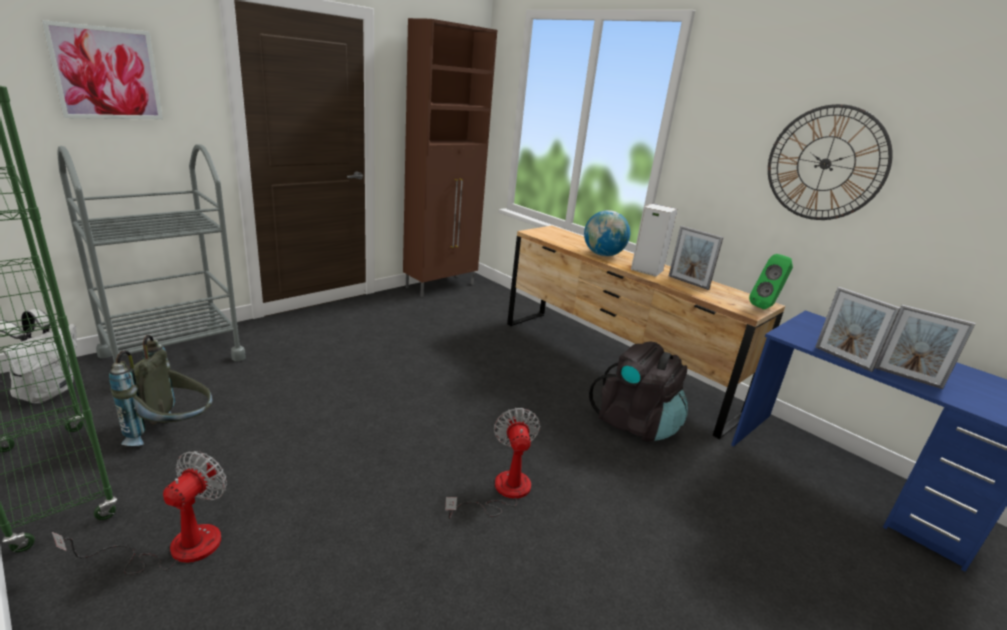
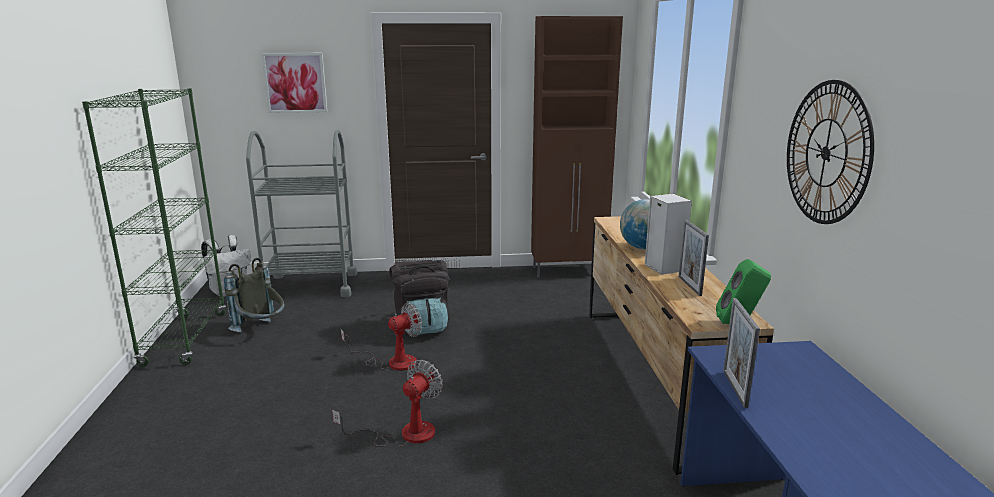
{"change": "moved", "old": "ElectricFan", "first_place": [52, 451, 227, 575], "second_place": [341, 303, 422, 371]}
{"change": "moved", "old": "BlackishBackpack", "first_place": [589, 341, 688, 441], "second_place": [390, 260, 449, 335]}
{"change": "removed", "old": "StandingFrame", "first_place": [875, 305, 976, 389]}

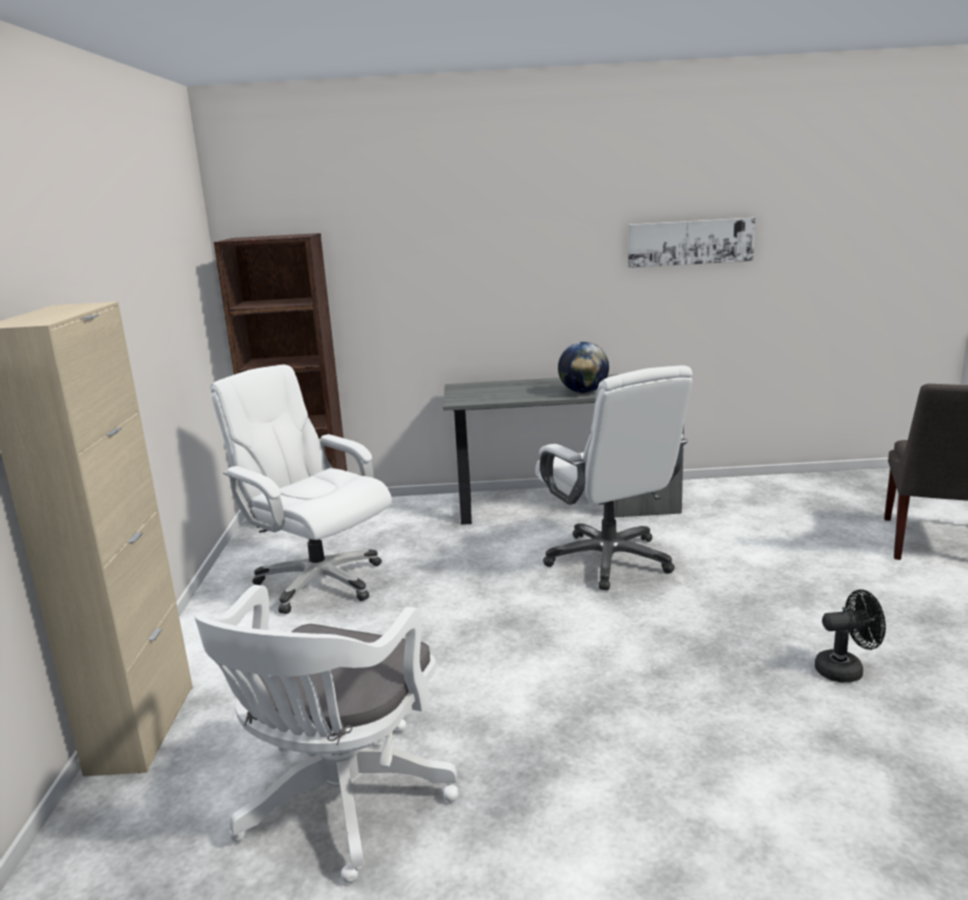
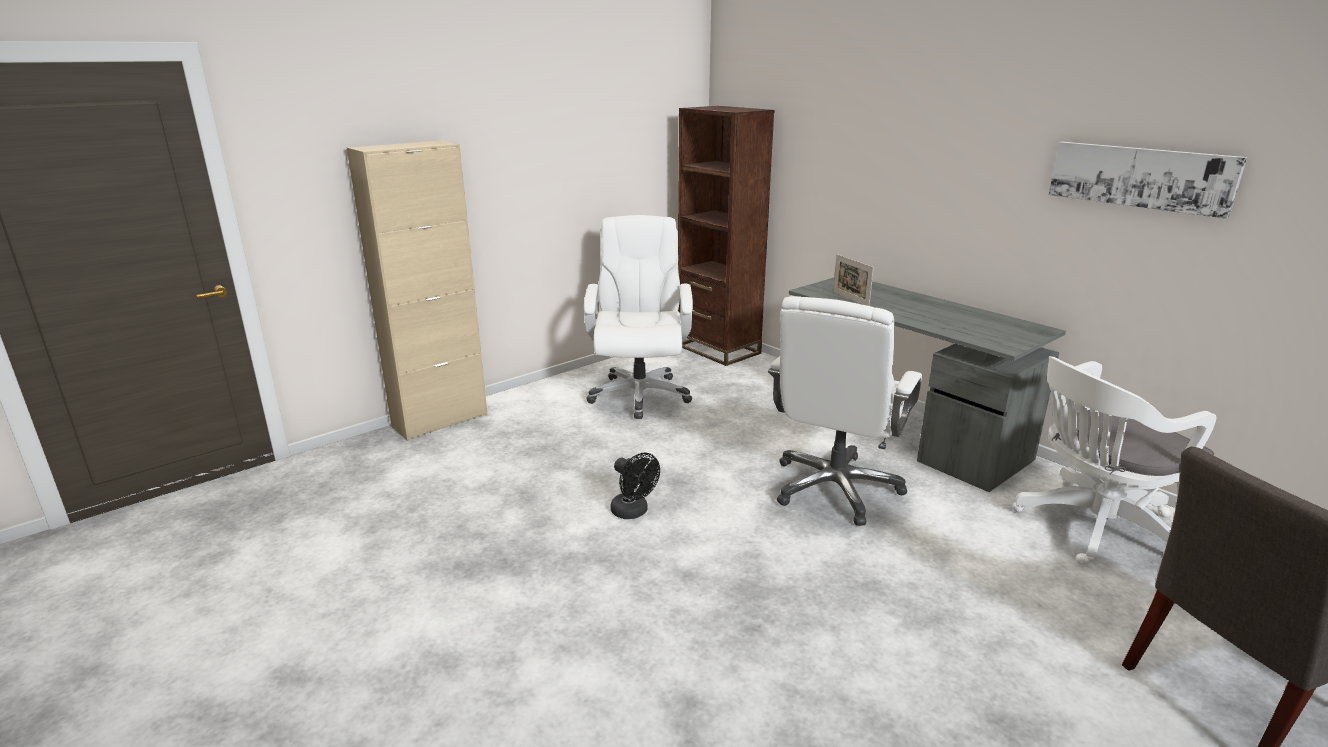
{"change": "moved", "old": "BlackishElectricFan", "first_place": [815, 590, 886, 682], "second_place": [611, 453, 660, 519]}
{"change": "added", "new": "StandingFrame", "second_place": [833, 254, 874, 306]}
{"change": "moved", "old": "WhiteColouredComputerChair", "first_place": [194, 585, 458, 883], "second_place": [1012, 356, 1216, 565]}
{"change": "removed", "old": "WorldGlobe", "first_place": [558, 342, 609, 393]}

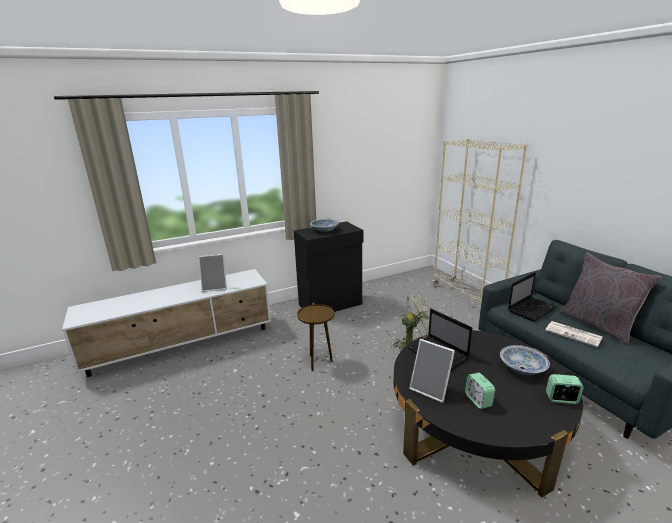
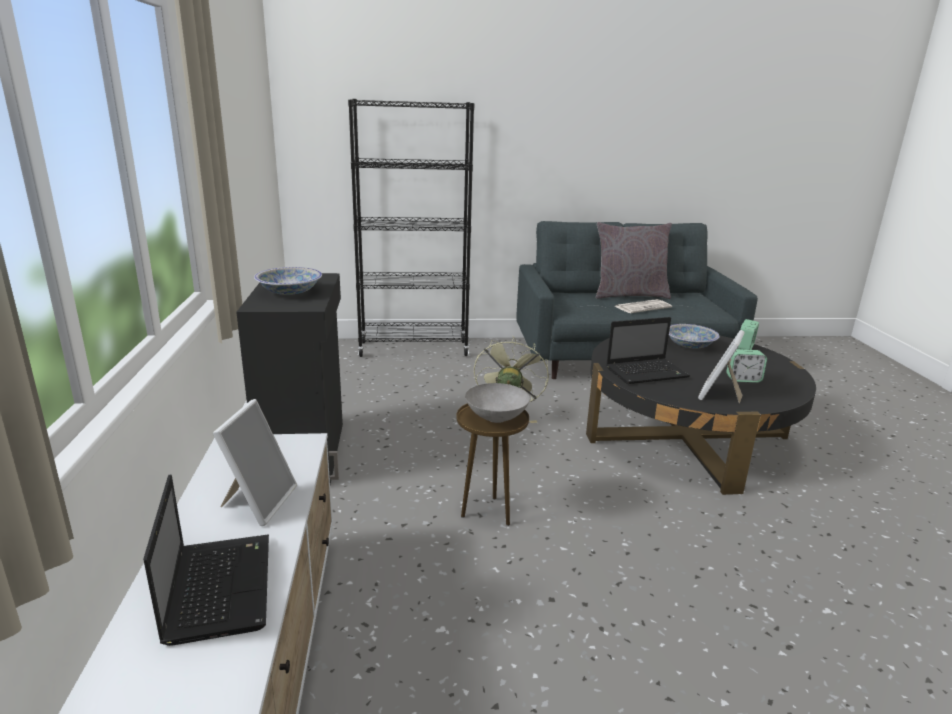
{"change": "moved", "old": "Laptop", "first_place": [508, 272, 558, 322], "second_place": [143, 475, 269, 646]}
{"change": "recoloured", "old": "BeigeColouredShelvingUnit", "new": "BlackishShelvingUnit", "first_place": [433, 139, 528, 311], "second_place": [348, 99, 474, 357]}
{"change": "added", "new": "GreyBowl", "second_place": [465, 383, 530, 423]}
{"change": "turned", "old": "StandingFrame", "first_place": [409, 339, 455, 403], "second_place": [698, 330, 745, 403], "degrees": 150}

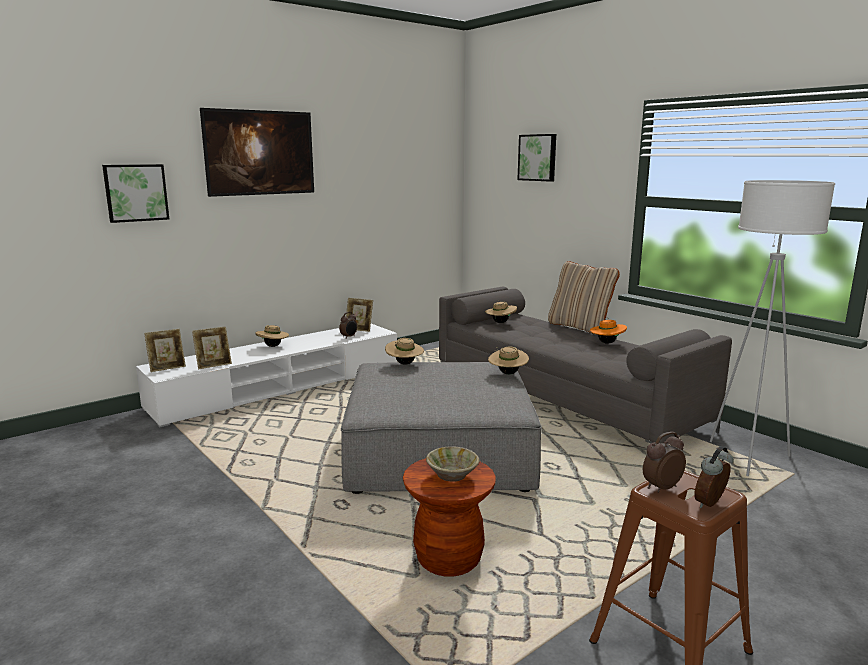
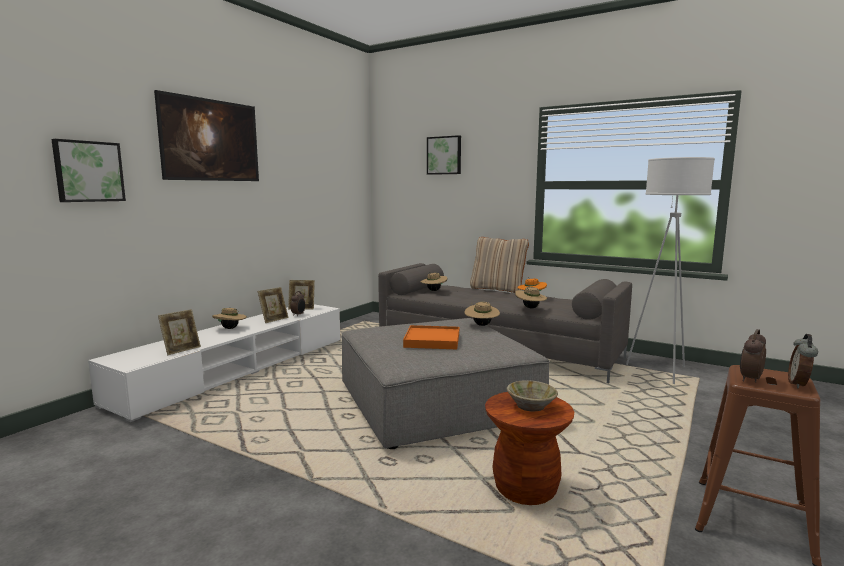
{"change": "moved", "old": "StandingFrame", "first_place": [144, 329, 186, 372], "second_place": [257, 287, 289, 323]}
{"change": "added", "new": "OrangeColouredCarryingTray", "second_place": [403, 325, 459, 349]}
{"change": "moved", "old": "BeigeColouredHat", "first_place": [385, 338, 424, 365], "second_place": [515, 287, 547, 308]}

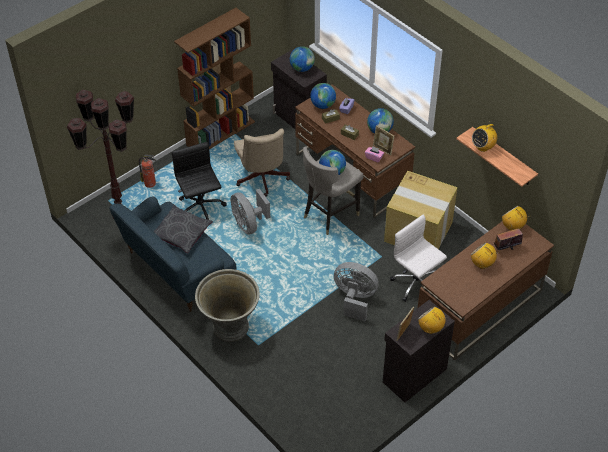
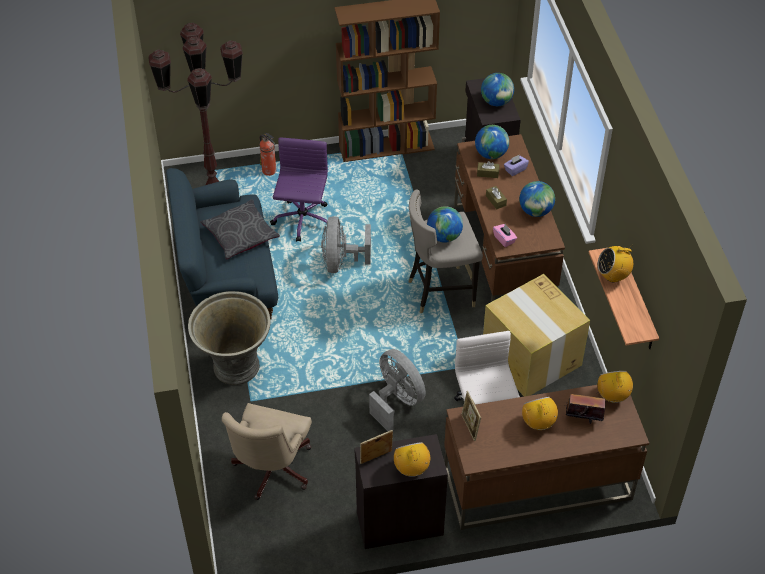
{"change": "moved", "old": "BeigeColouredComputerChair", "first_place": [234, 128, 290, 197], "second_place": [222, 403, 312, 500]}
{"change": "recoloured", "old": "BlackishComputerChair", "new": "PurpleColouredComputerChair", "first_place": [172, 142, 227, 220], "second_place": [270, 138, 328, 242]}
{"change": "moved", "old": "StandingFrame", "first_place": [373, 125, 394, 156], "second_place": [461, 391, 481, 441]}

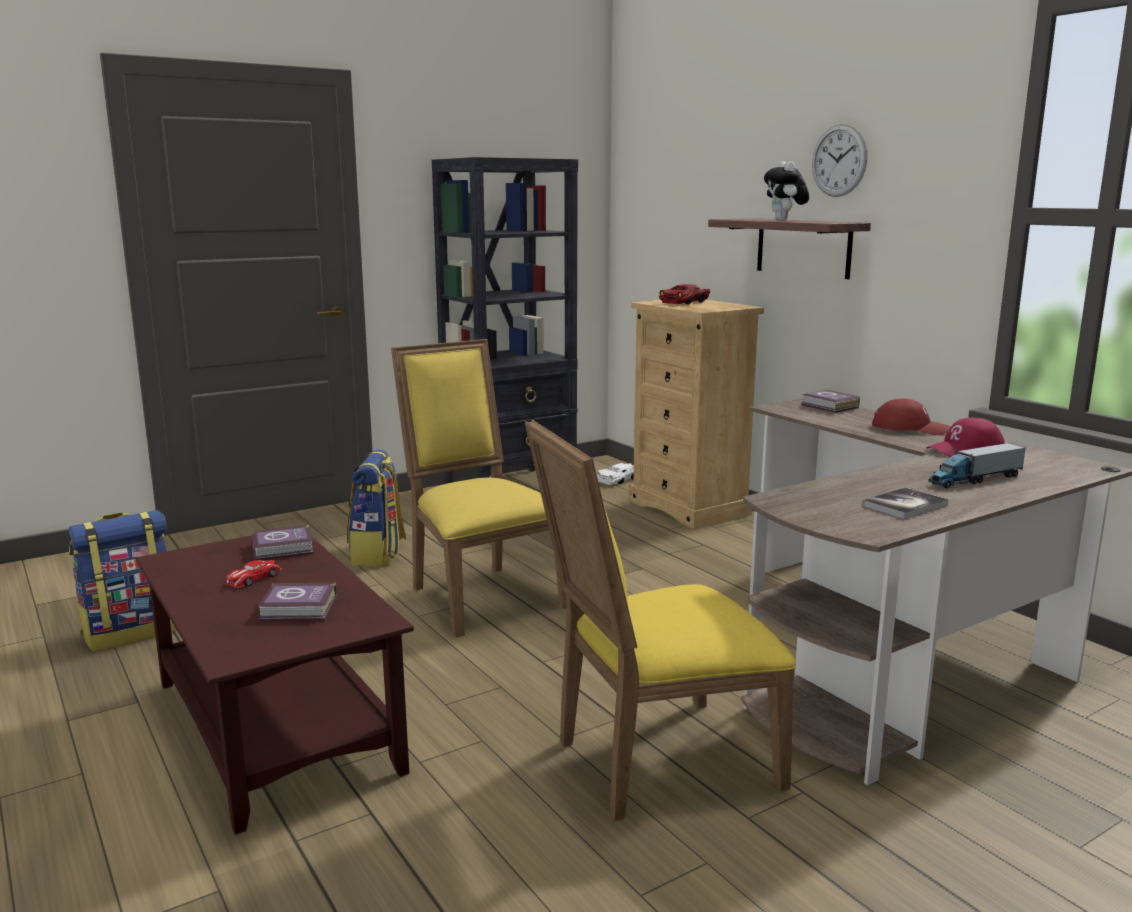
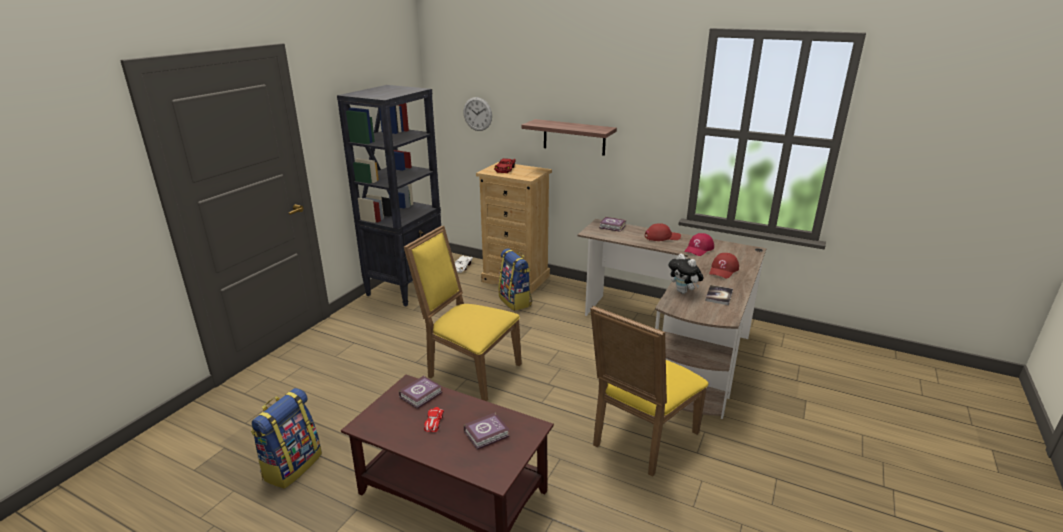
{"change": "moved", "old": "ClockOnTheWall", "first_place": [812, 124, 867, 197], "second_place": [463, 97, 492, 131]}
{"change": "moved", "old": "Backpack", "first_place": [347, 450, 406, 566], "second_place": [499, 248, 532, 311]}
{"change": "moved", "old": "CuddlyToy", "first_place": [764, 161, 809, 221], "second_place": [669, 254, 704, 294]}
{"change": "replaced", "old": "ToyTruck", "new": "RedBaseballCap", "first_place": [928, 443, 1026, 488], "second_place": [709, 253, 739, 279]}

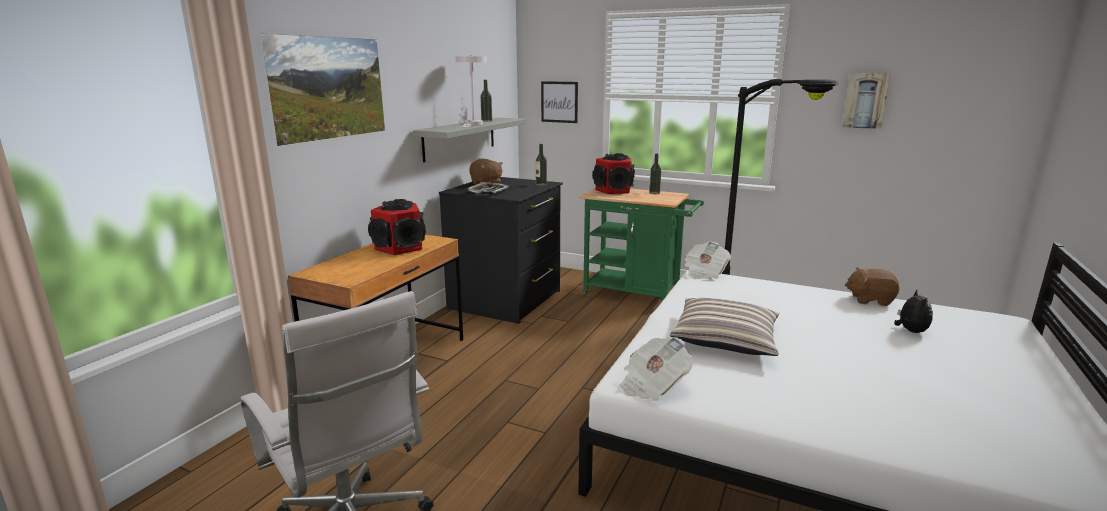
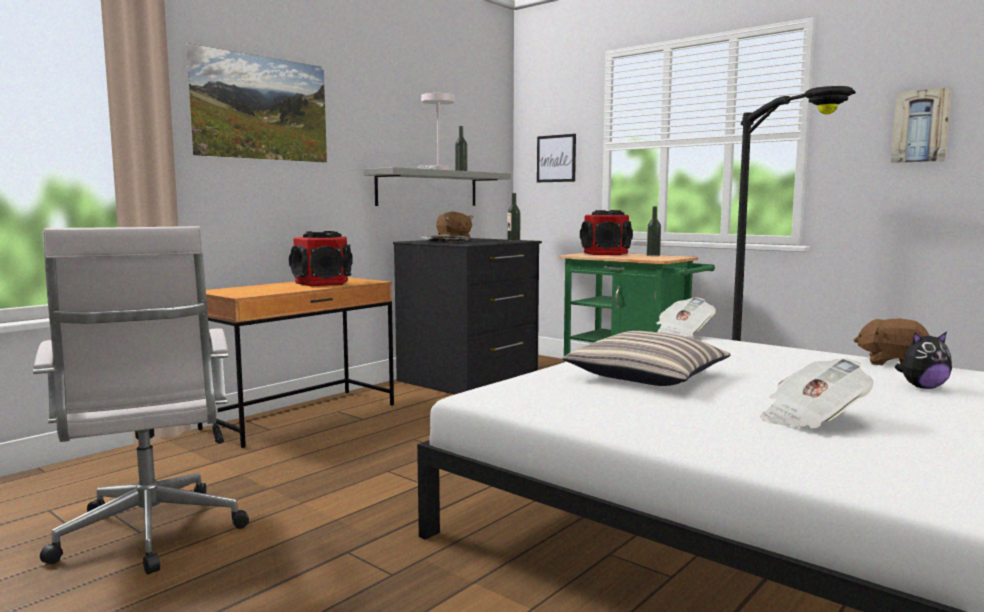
{"change": "moved", "old": "Newspaper", "first_place": [618, 337, 693, 401], "second_place": [760, 359, 874, 428]}
{"change": "turned", "old": "CuddlyToy", "first_place": [894, 290, 933, 333], "second_place": [895, 332, 952, 389], "degrees": 60}

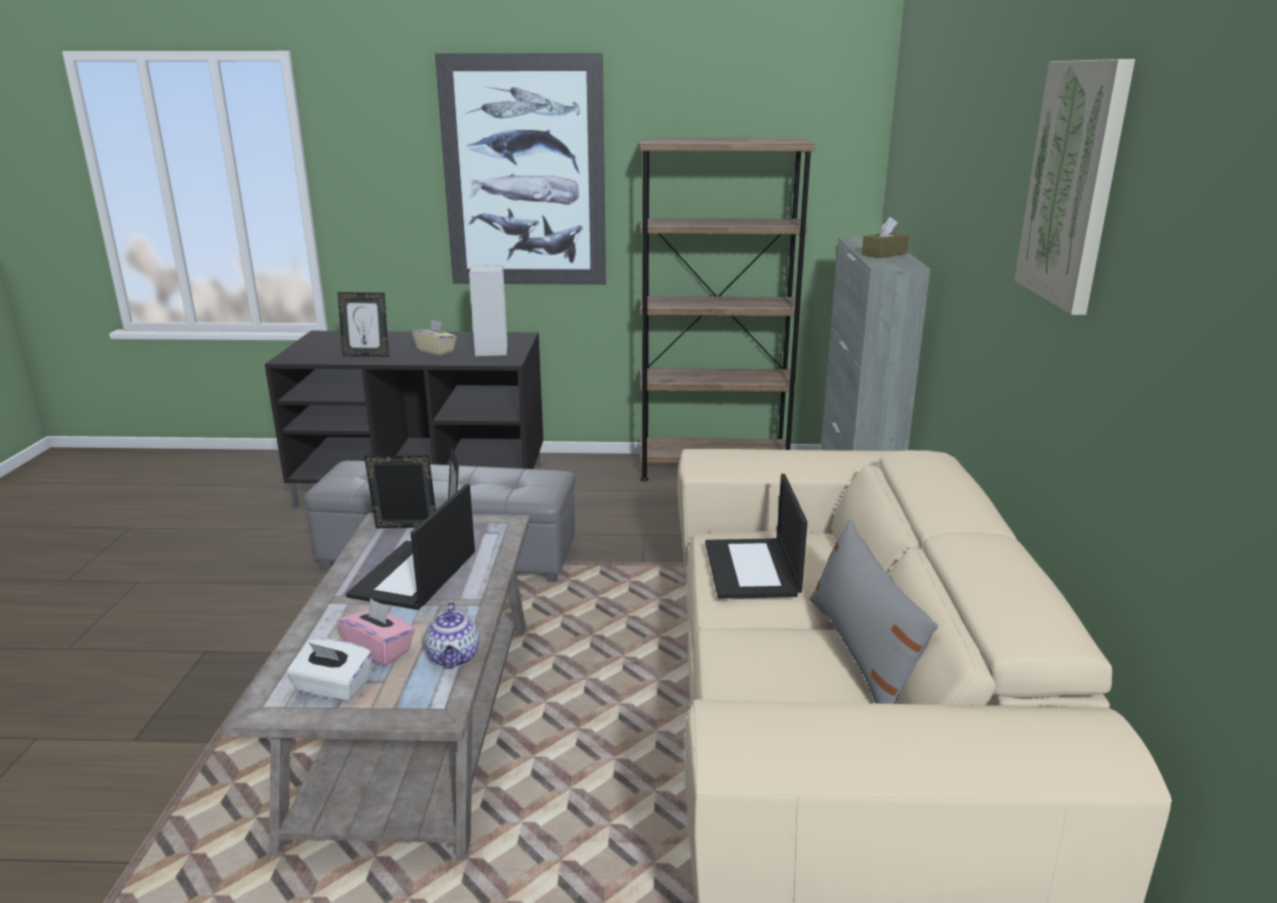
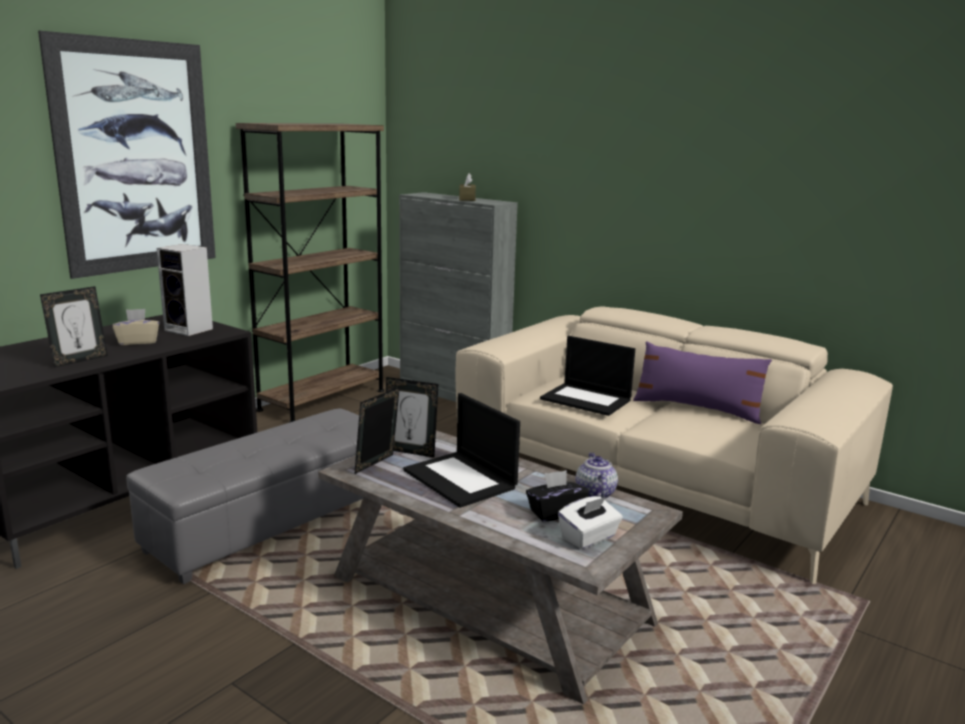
{"change": "recoloured", "old": "PinkColouredTissueBox", "new": "BlackishTissueBox", "first_place": [337, 598, 415, 666], "second_place": [526, 470, 589, 522]}
{"change": "turned", "old": "Teapot", "first_place": [424, 602, 480, 668], "second_place": [576, 453, 618, 499], "degrees": -120}
{"change": "recoloured", "old": "GreyThrowPillow", "new": "PurpleColouredThrowPillow", "first_place": [810, 519, 938, 704], "second_place": [633, 341, 772, 424]}
{"change": "removed", "old": "WallPicture", "first_place": [1015, 59, 1135, 315]}

